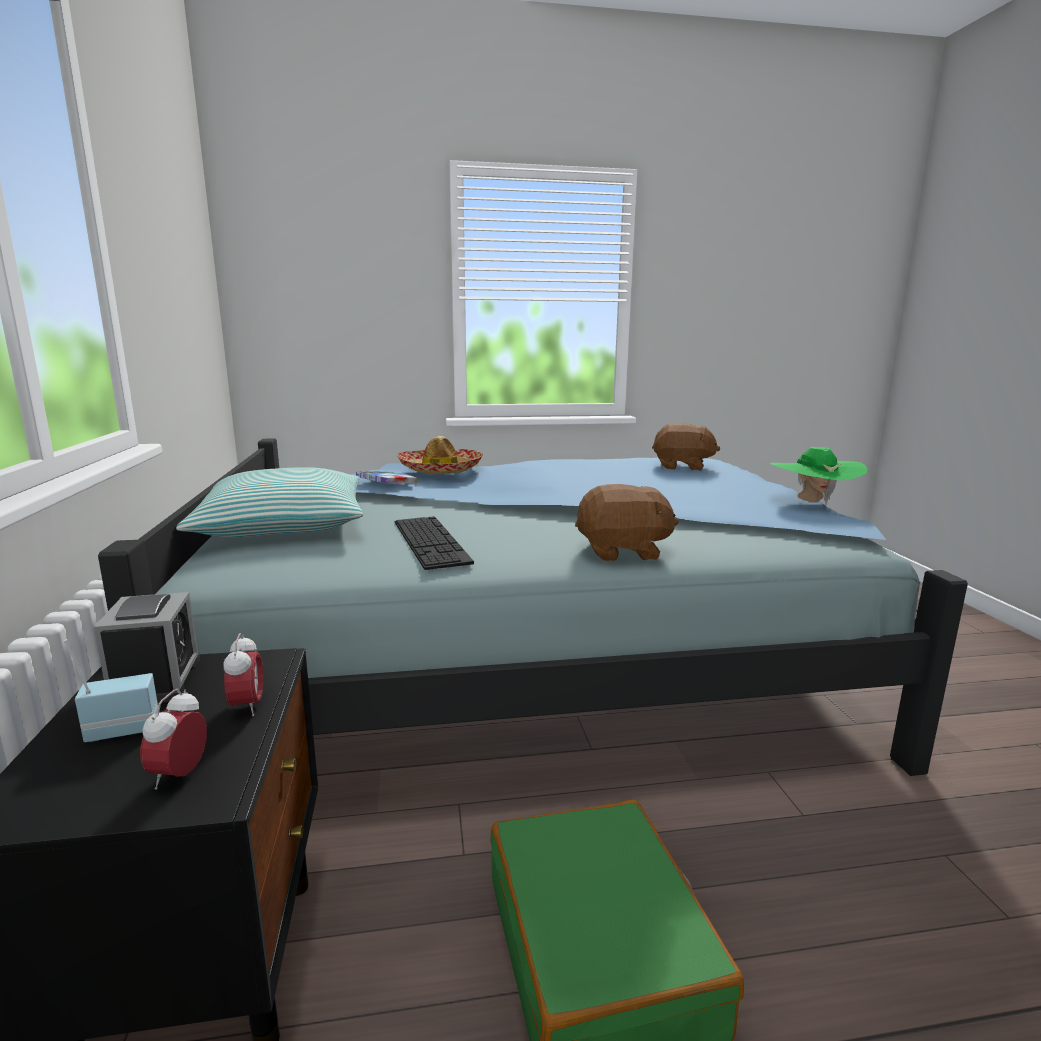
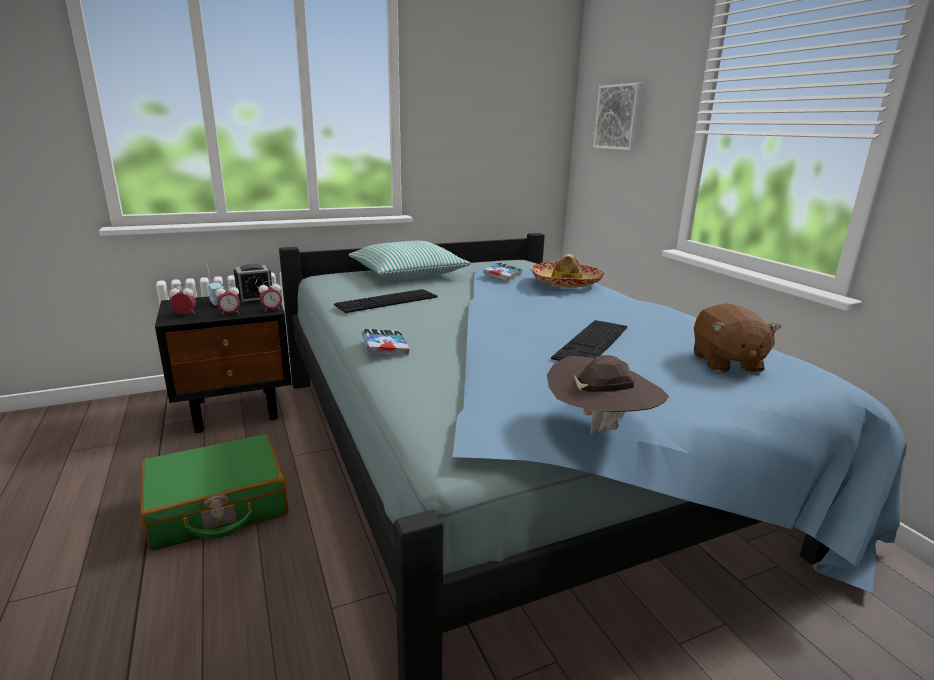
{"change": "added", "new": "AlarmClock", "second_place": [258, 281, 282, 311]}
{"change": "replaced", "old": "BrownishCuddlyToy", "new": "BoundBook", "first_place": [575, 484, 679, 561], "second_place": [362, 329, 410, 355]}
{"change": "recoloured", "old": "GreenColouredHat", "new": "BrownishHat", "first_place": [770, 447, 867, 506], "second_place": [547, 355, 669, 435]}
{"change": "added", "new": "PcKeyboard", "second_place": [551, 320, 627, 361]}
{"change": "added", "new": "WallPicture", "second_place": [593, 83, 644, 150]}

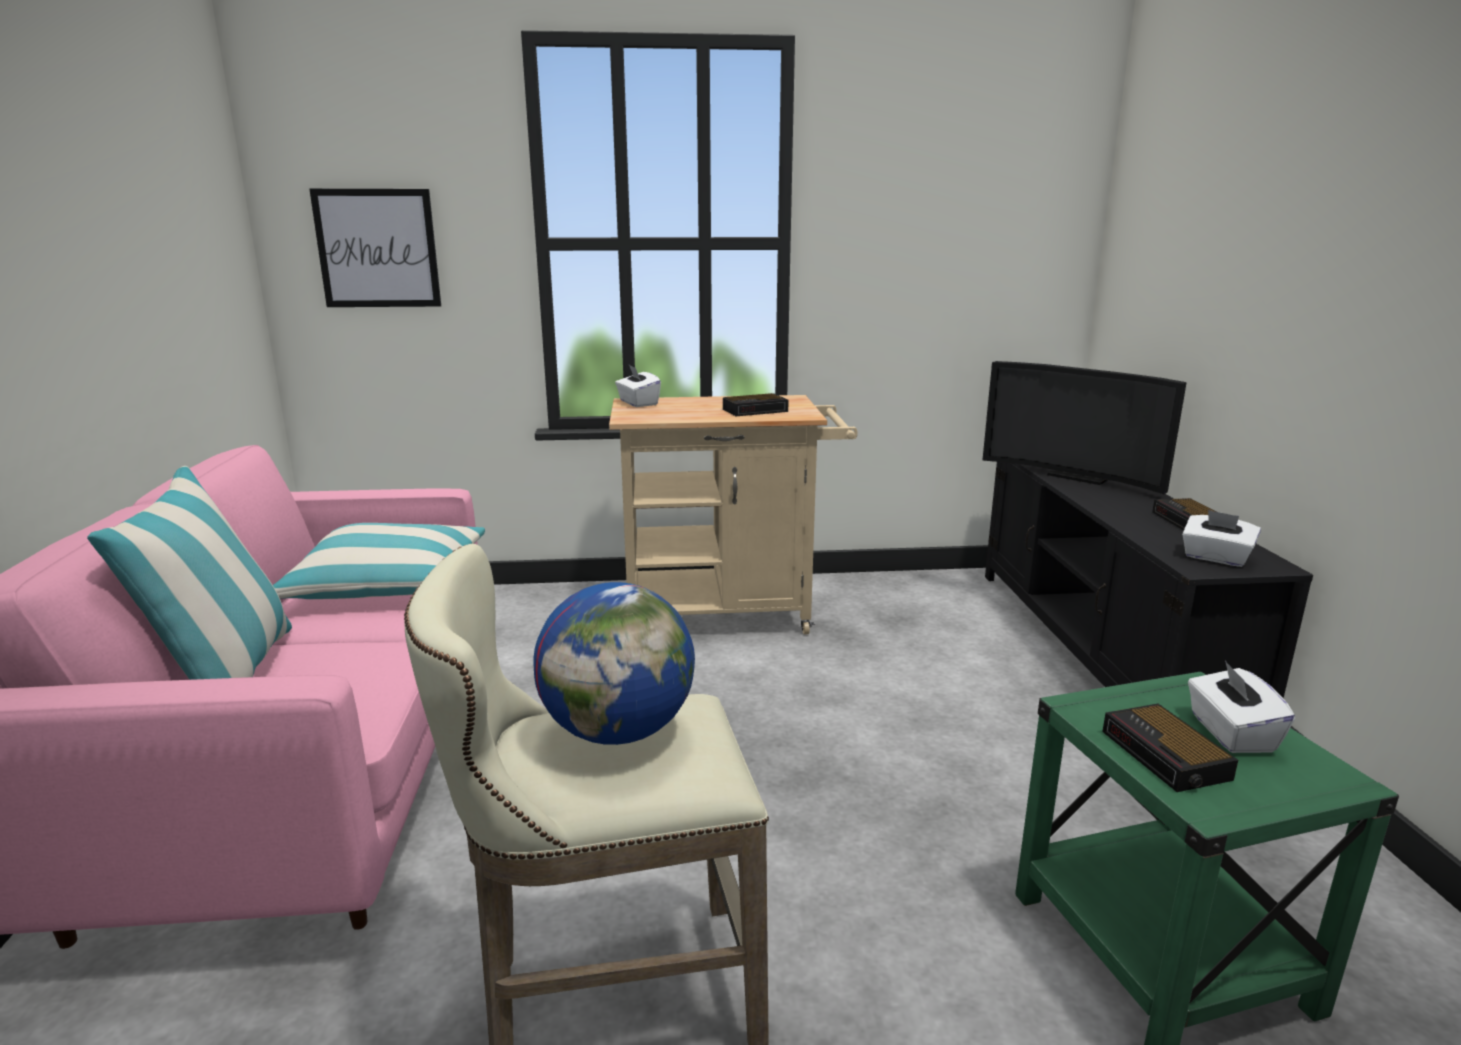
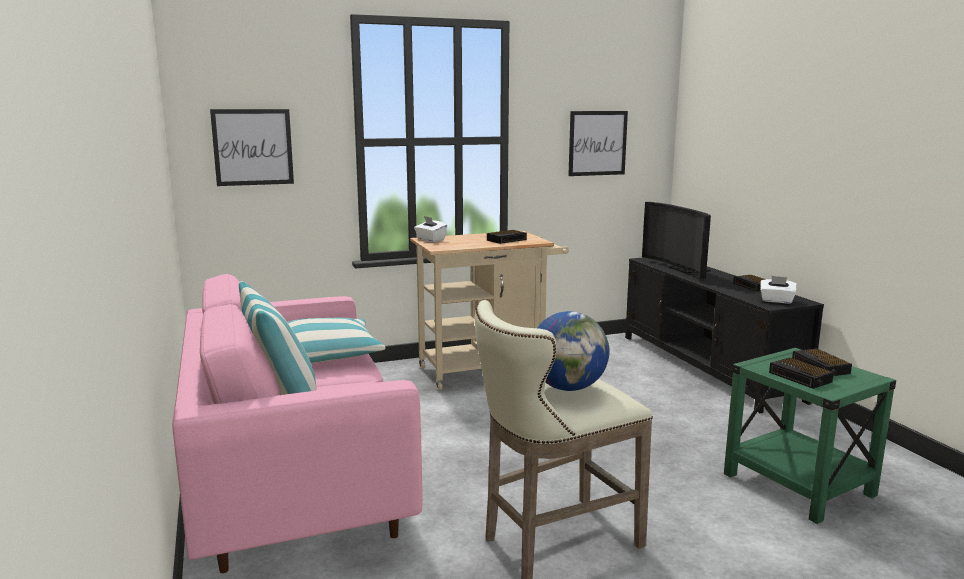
{"change": "added", "new": "WallPicture", "second_place": [568, 111, 628, 176]}
{"change": "turned", "old": "Television", "first_place": [983, 361, 1187, 494], "second_place": [642, 202, 711, 278], "degrees": 45}
{"change": "replaced", "old": "WhiteColouredTissueBox", "new": "AlarmClock", "first_place": [1188, 661, 1295, 753], "second_place": [792, 349, 852, 376]}

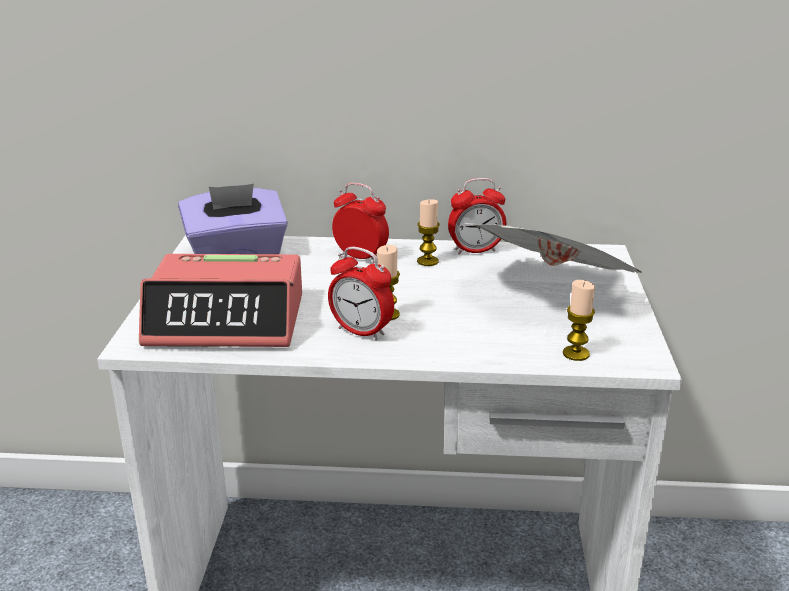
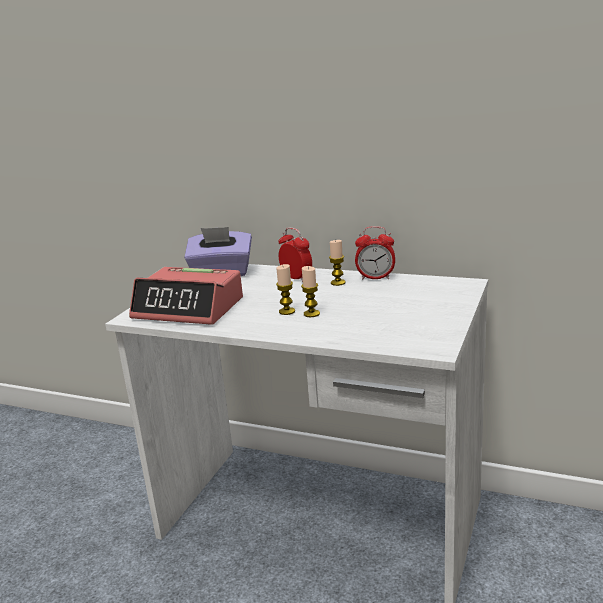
{"change": "moved", "old": "WaxCandle", "first_place": [563, 280, 595, 361], "second_place": [301, 266, 320, 317]}
{"change": "removed", "old": "AlarmClock", "first_place": [328, 246, 394, 341]}
{"change": "removed", "old": "Newspaper", "first_place": [464, 223, 642, 273]}

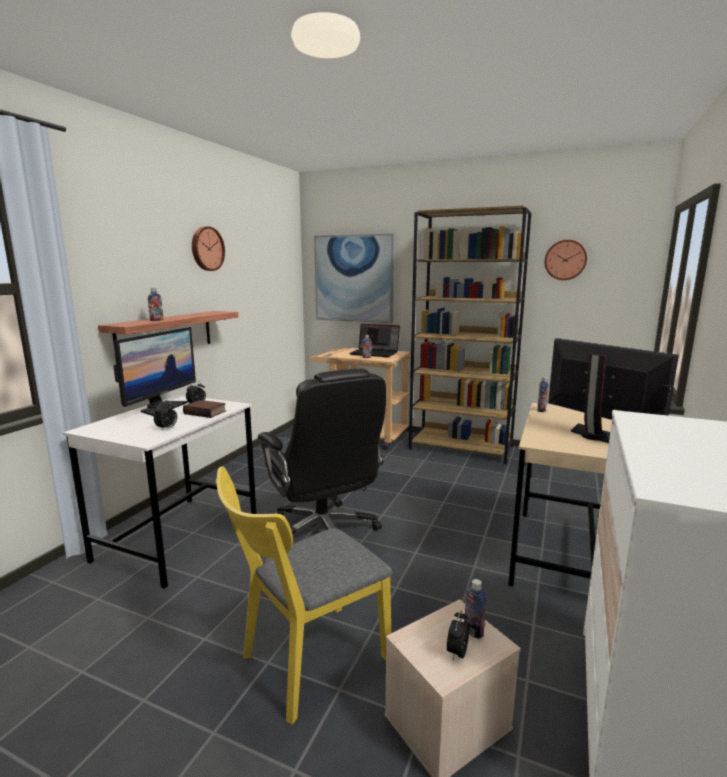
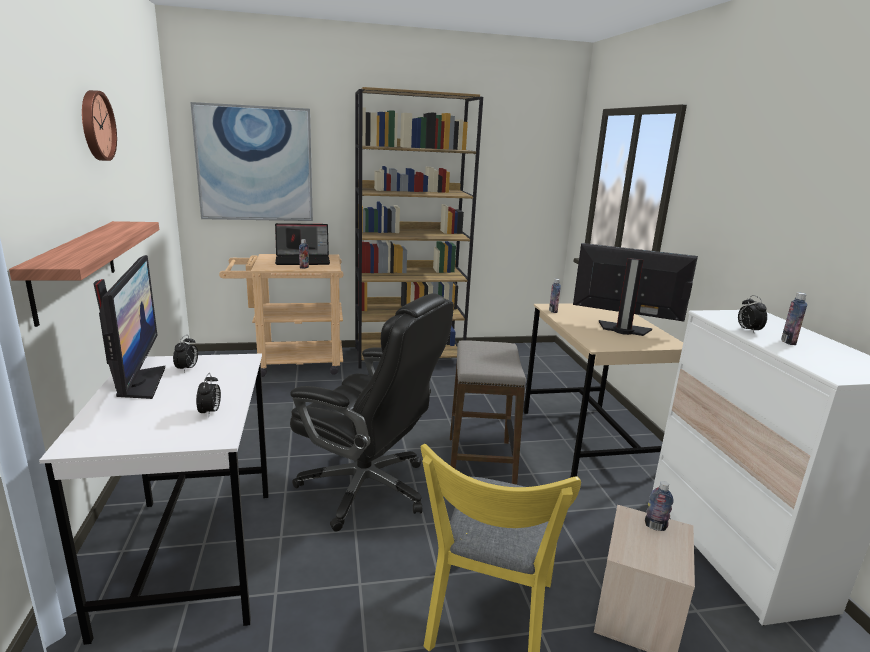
{"change": "added", "new": "StoolSeat", "second_place": [450, 340, 526, 485]}
{"change": "moved", "old": "AlarmClock", "first_place": [447, 610, 470, 660], "second_place": [738, 295, 767, 333]}
{"change": "moved", "old": "DrinkBottle", "first_place": [148, 288, 163, 321], "second_place": [781, 292, 807, 345]}
{"change": "removed", "old": "BoundBook", "first_place": [183, 400, 226, 418]}
{"change": "removed", "old": "ClockOnTheWall", "first_place": [545, 240, 587, 280]}

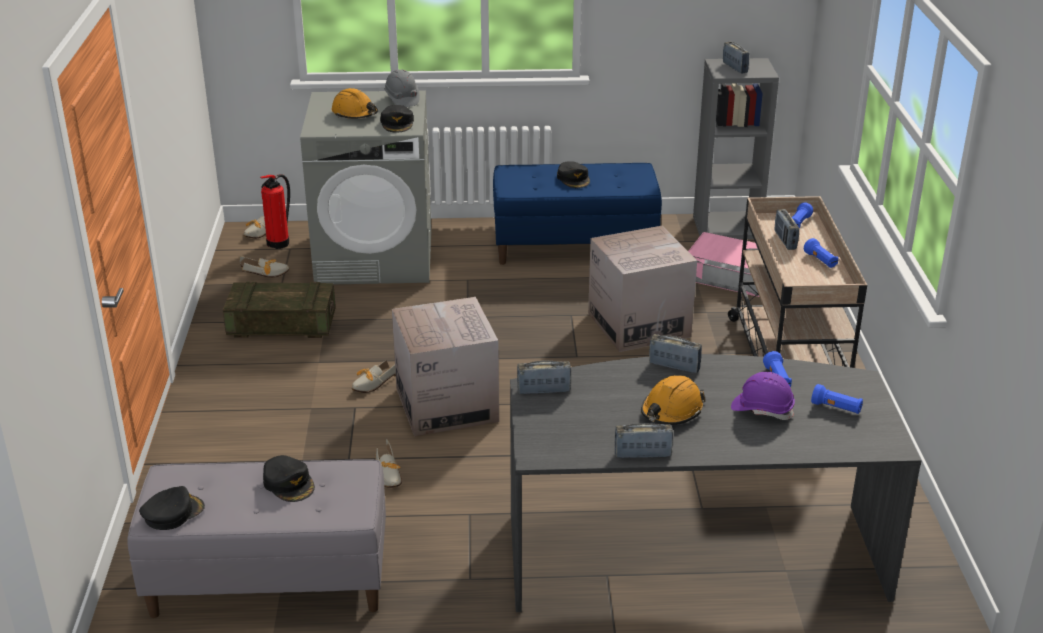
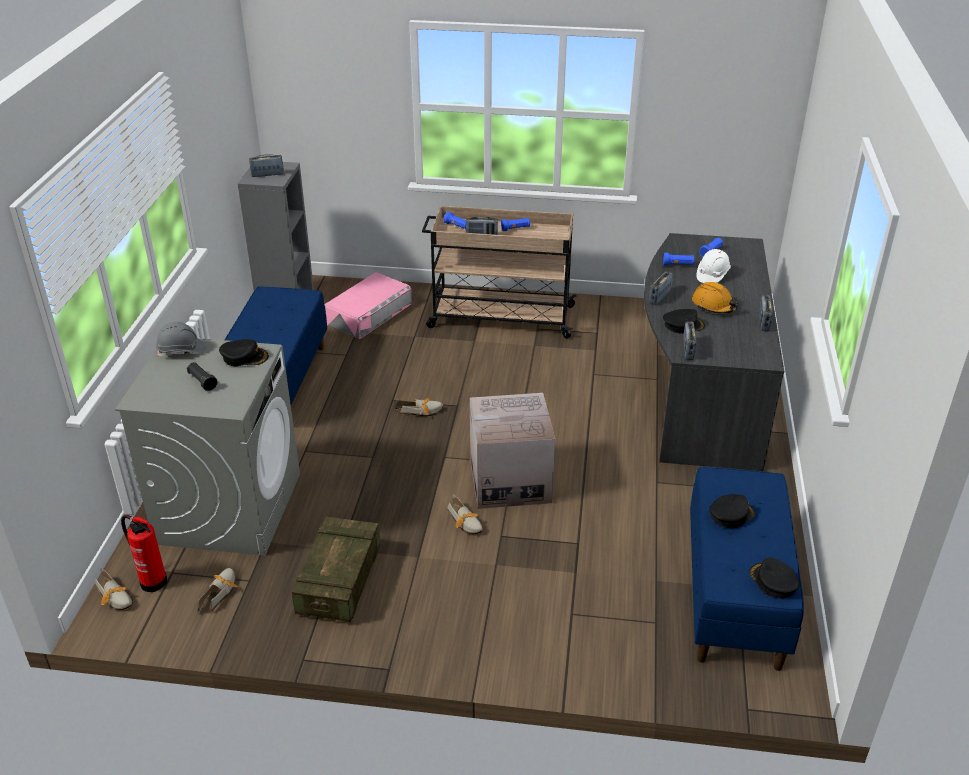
{"change": "replaced", "old": "OrangeColouredWorkHelmet", "new": "BlackishTorch", "first_place": [331, 88, 378, 119], "second_place": [187, 362, 217, 391]}
{"change": "moved", "old": "LowShoe", "first_place": [375, 439, 402, 488], "second_place": [395, 398, 443, 416]}
{"change": "moved", "old": "BlackishBaseballCap", "first_place": [557, 161, 590, 188], "second_place": [663, 309, 705, 334]}
{"change": "recoloured", "old": "GreyIndoorBench", "new": "BlueColouredIndoorBench", "first_place": [127, 459, 386, 618], "second_place": [690, 467, 804, 671]}
{"change": "recoloured", "old": "PurpleColouredWorkHelmet", "new": "WhiteColouredWorkHelmet", "first_place": [731, 372, 795, 420], "second_place": [697, 249, 731, 283]}
{"change": "removed", "old": "PackingBox", "first_place": [588, 226, 697, 352]}

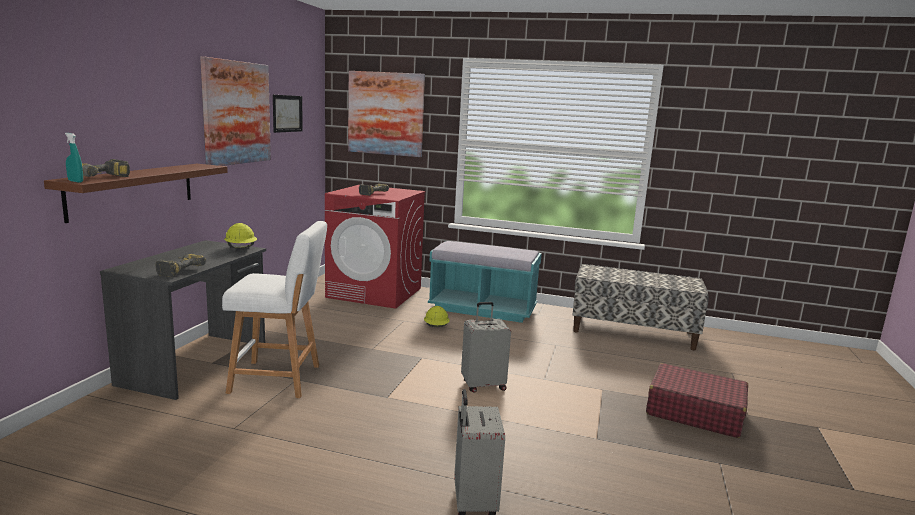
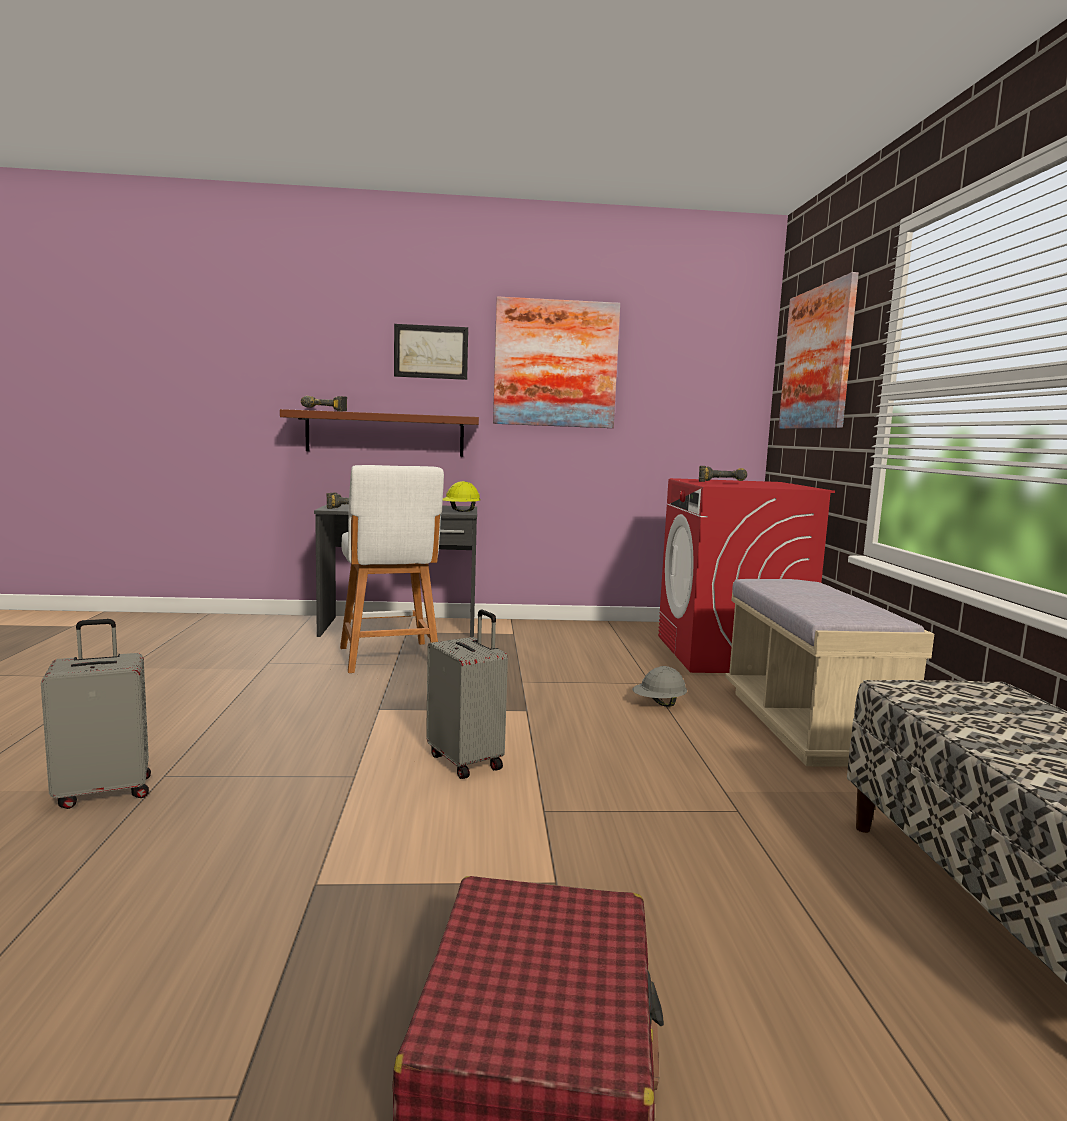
{"change": "moved", "old": "WallPicture", "first_place": [273, 95, 303, 133], "second_place": [394, 324, 468, 380]}
{"change": "recoloured", "old": "YellowWorkHelmet", "new": "GreyWorkHelmet", "first_place": [424, 306, 450, 327], "second_place": [632, 666, 687, 707]}
{"change": "recoloured", "old": "BlueGreenIndoorBench", "new": "BeigeColouredIndoorBench", "first_place": [428, 241, 542, 323], "second_place": [725, 579, 934, 767]}
{"change": "removed", "old": "BlueGreenSprayer", "first_place": [65, 133, 83, 183]}

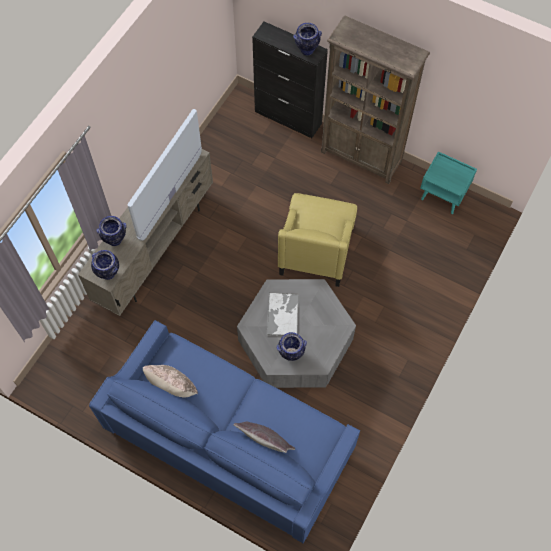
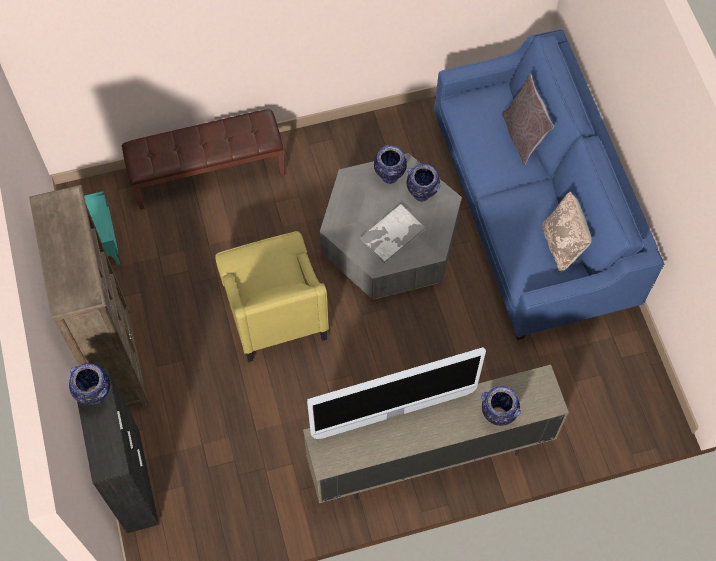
{"change": "added", "new": "BrownishIndoorBench", "second_place": [122, 109, 285, 210]}
{"change": "turned", "old": "YellowArmchair", "first_place": [278, 193, 357, 287], "second_place": [215, 231, 329, 362], "degrees": 105}
{"change": "moved", "old": "DecorativeVase", "first_place": [91, 250, 119, 280], "second_place": [374, 145, 407, 184]}

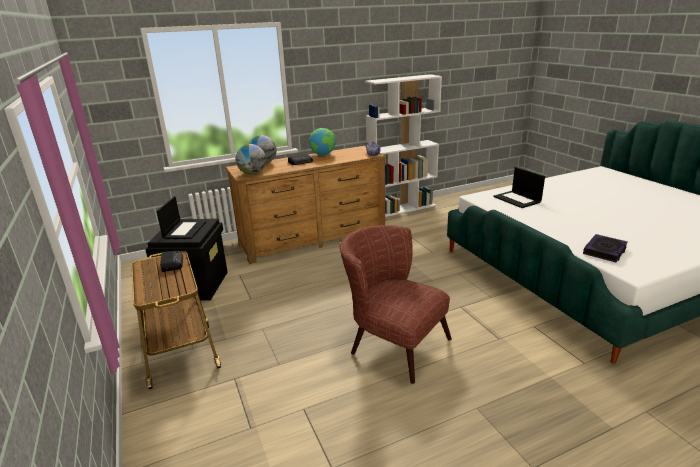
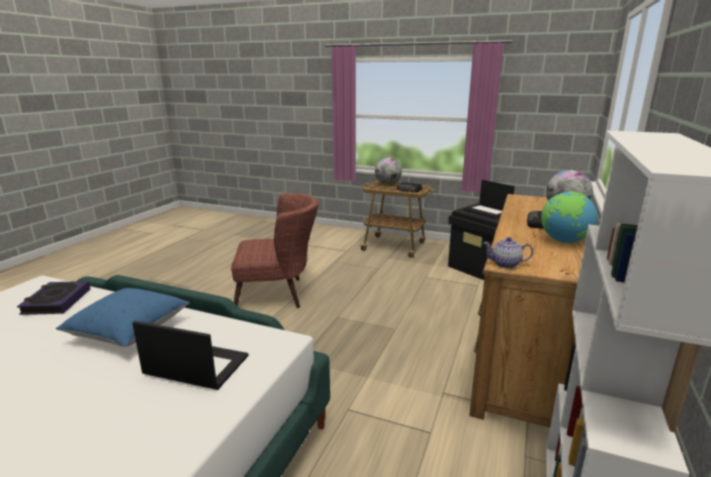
{"change": "added", "new": "BlueColouredThrowPillow", "second_place": [56, 288, 190, 347]}
{"change": "moved", "old": "WorldGlobe", "first_place": [236, 144, 266, 175], "second_place": [375, 157, 402, 185]}

